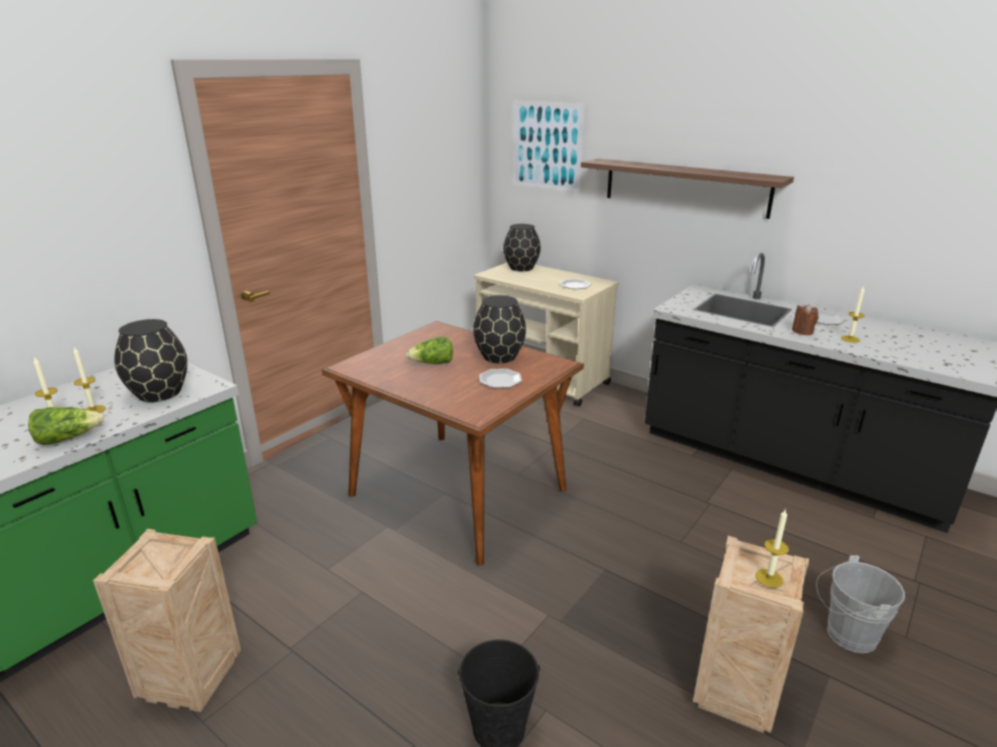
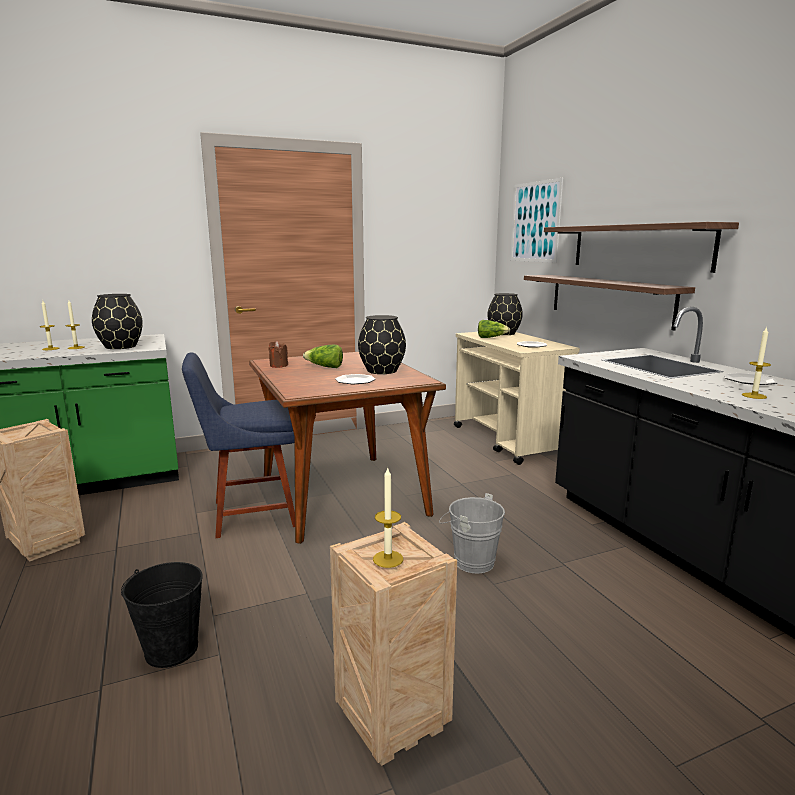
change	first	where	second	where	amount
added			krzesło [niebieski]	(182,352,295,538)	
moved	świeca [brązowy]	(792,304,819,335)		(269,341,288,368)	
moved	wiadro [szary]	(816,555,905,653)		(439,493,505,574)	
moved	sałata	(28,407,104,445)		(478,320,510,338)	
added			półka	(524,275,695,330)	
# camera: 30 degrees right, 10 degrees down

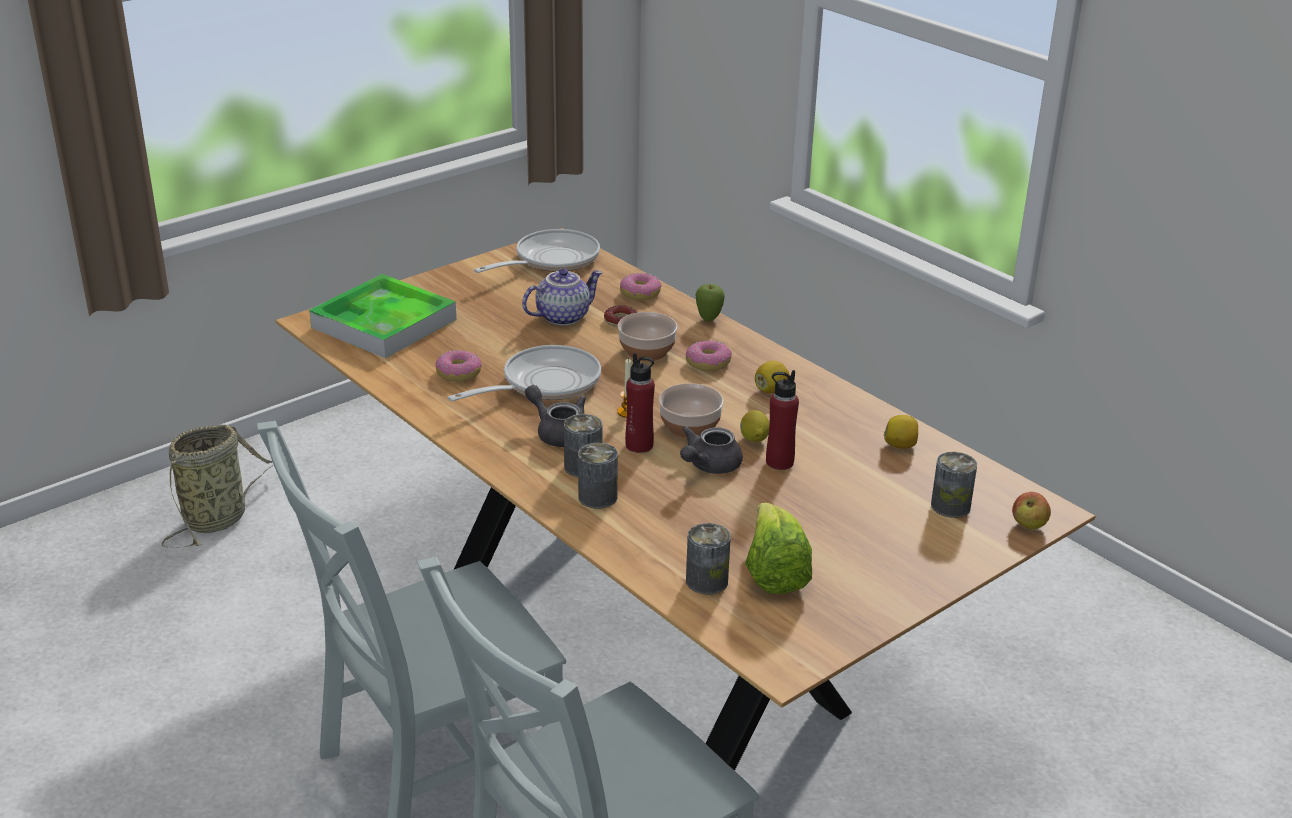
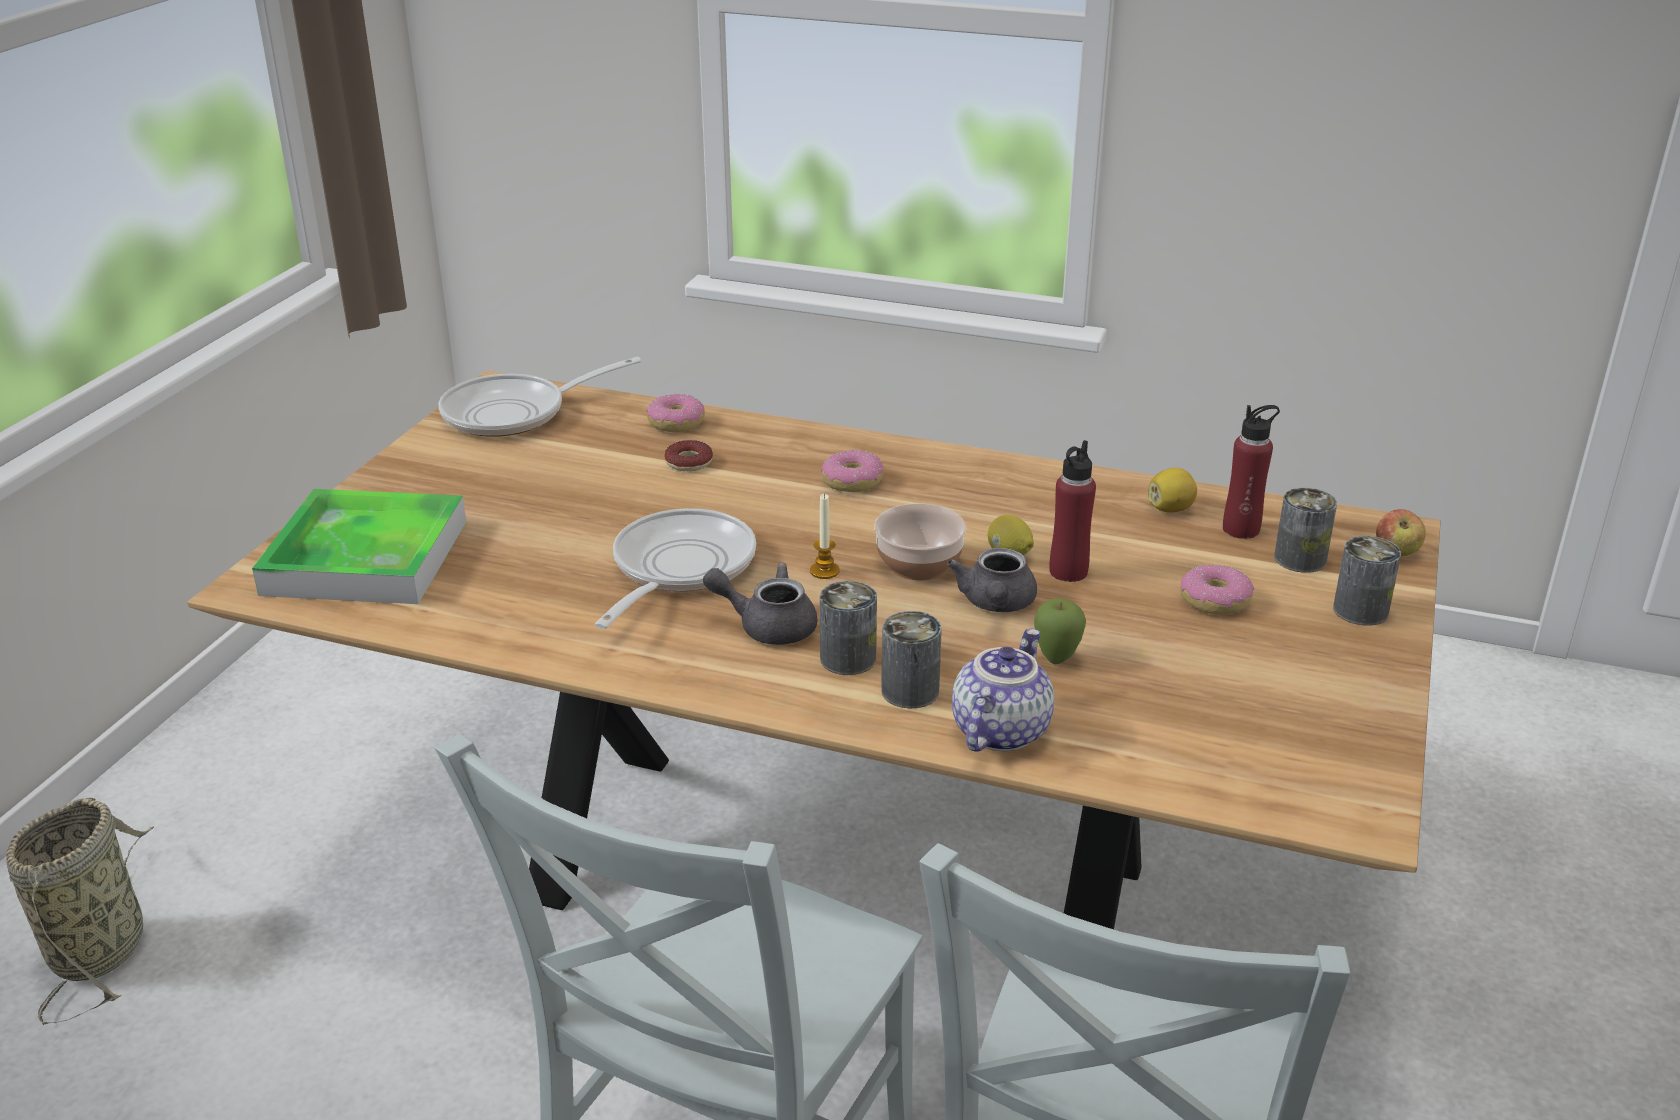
change	first	where	second	where	amount
turned	patelnia	(474,229,600,273)		(439,357,641,437)	135 degrees counterclockwise
moved	imbryk	(522,268,603,326)		(952,629,1054,752)	
moved	jabłko	(695,284,725,322)		(1034,598,1086,664)	
moved	donut	(436,350,482,382)		(1180,565,1254,614)	
moved	butelka [czerwony]	(625,353,655,453)		(1223,405,1280,539)	
moved	puszka	(686,523,731,595)		(1333,536,1401,626)	
removed	miska	(618,312,678,361)			
removed	sałata	(745,503,812,594)			
removed	cytryna	(755,360,789,393)			
# camera: 30 degrees left, 0 degrees up

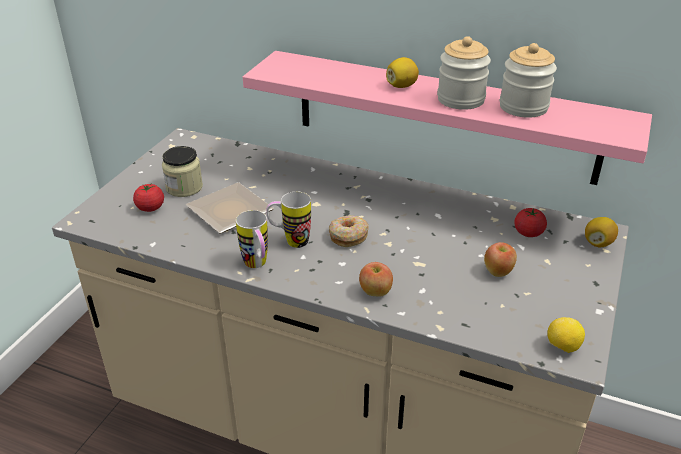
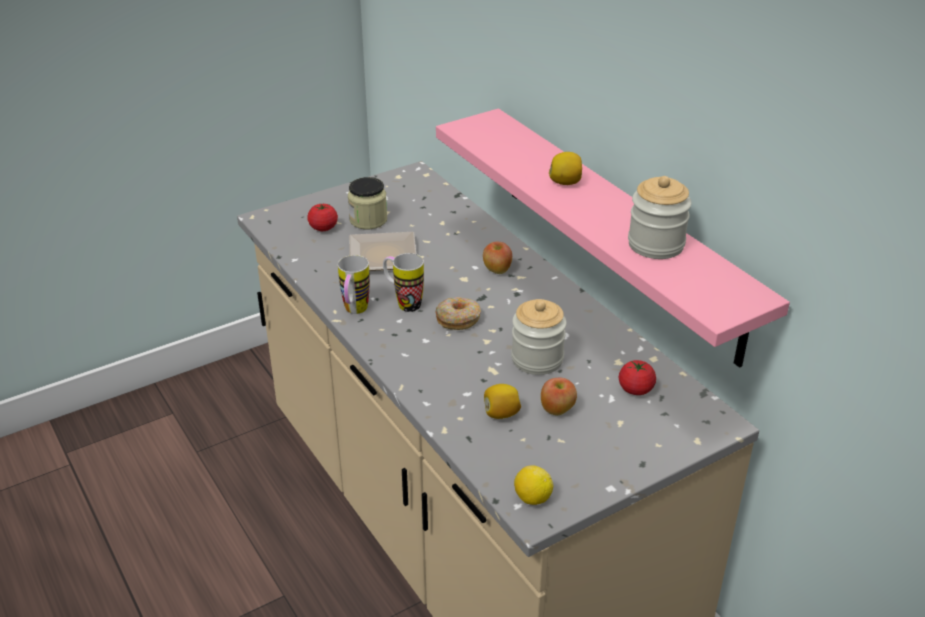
change	first	where	second	where	amount
moved	jabłko	(359,262,393,296)		(483,242,512,274)	
moved	cytryna	(585,217,618,247)		(484,384,521,419)	
moved	słoik	(437,36,491,110)		(511,299,567,375)	
# camera: 35 degrees right, 0 degrees up

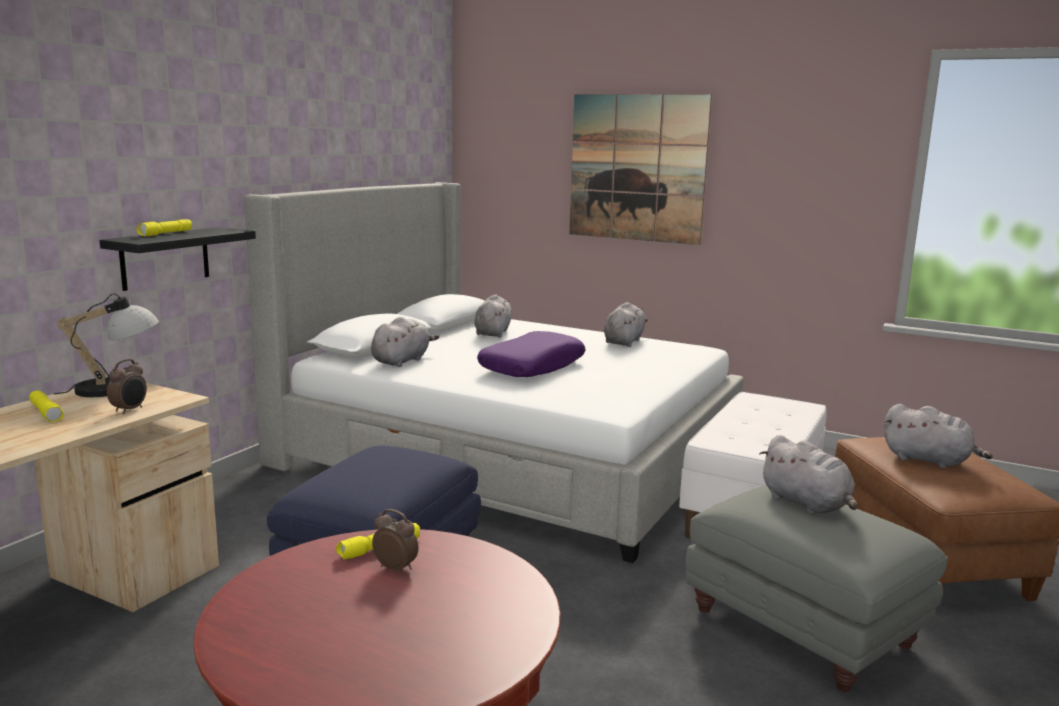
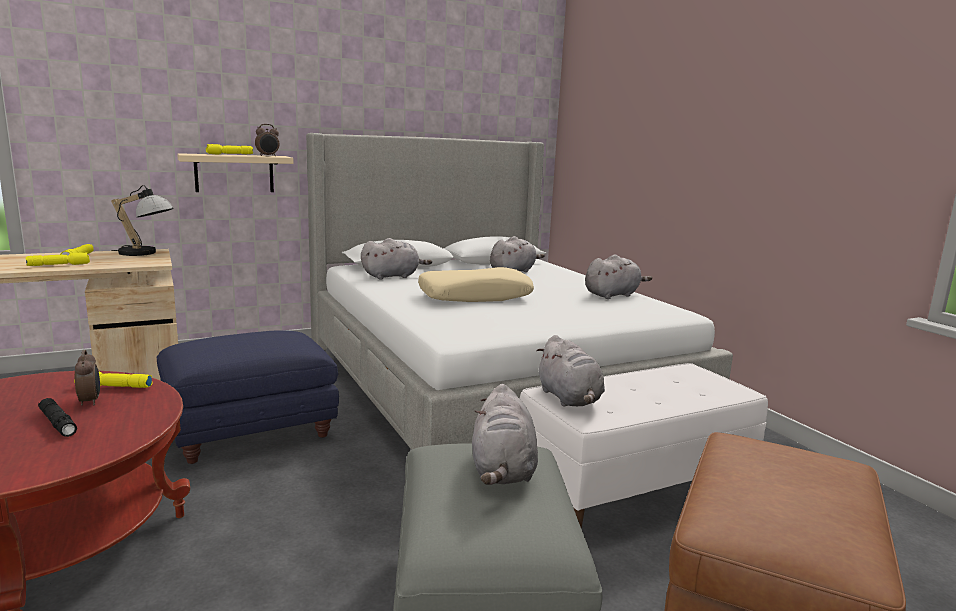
change	first	where	second	where	amount
added			latarka [żółty]	(26,252,90,266)	
added			latarka [czarny]	(38,398,77,437)	
recoloured	półka [czarny]	(99,227,256,291)	półka [beżowy]	(177,153,294,192)	
moved	budzik	(107,359,147,414)		(255,124,279,157)	
recoloured	poduszka [fioletowy]	(477,331,585,377)	poduszka [beżowy]	(418,267,534,302)	
moved	pluszak [szary]	(884,404,993,468)		(536,335,605,407)	
removed	obraz	(569,94,712,245)			
# camera: 35 degrees right, 0 degrees up

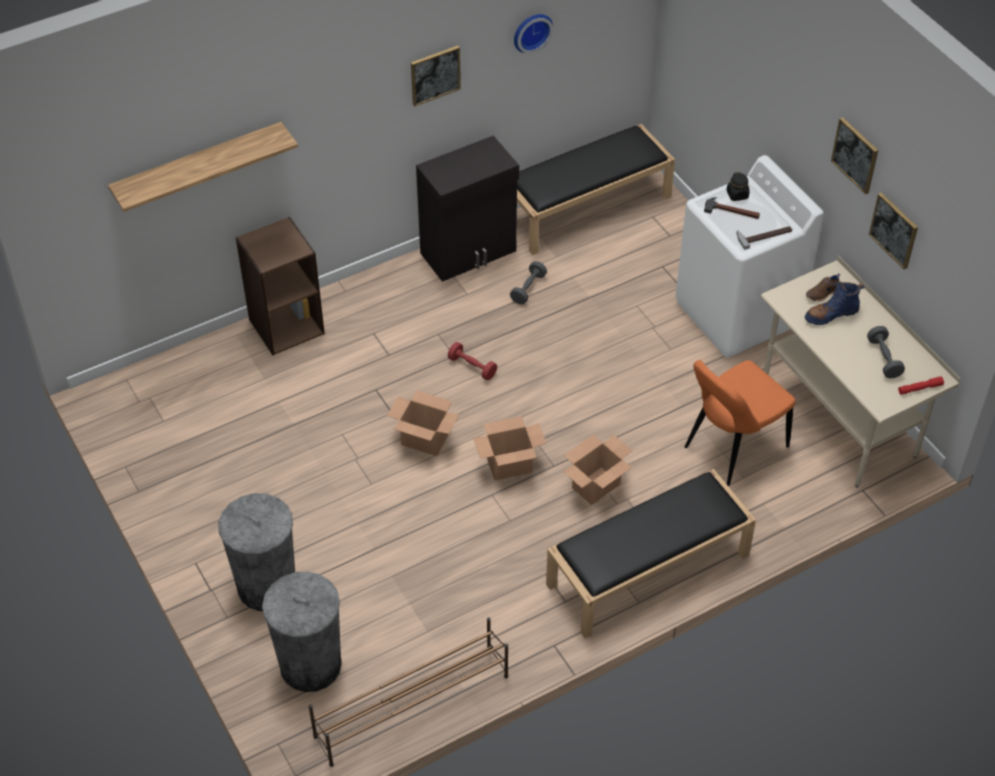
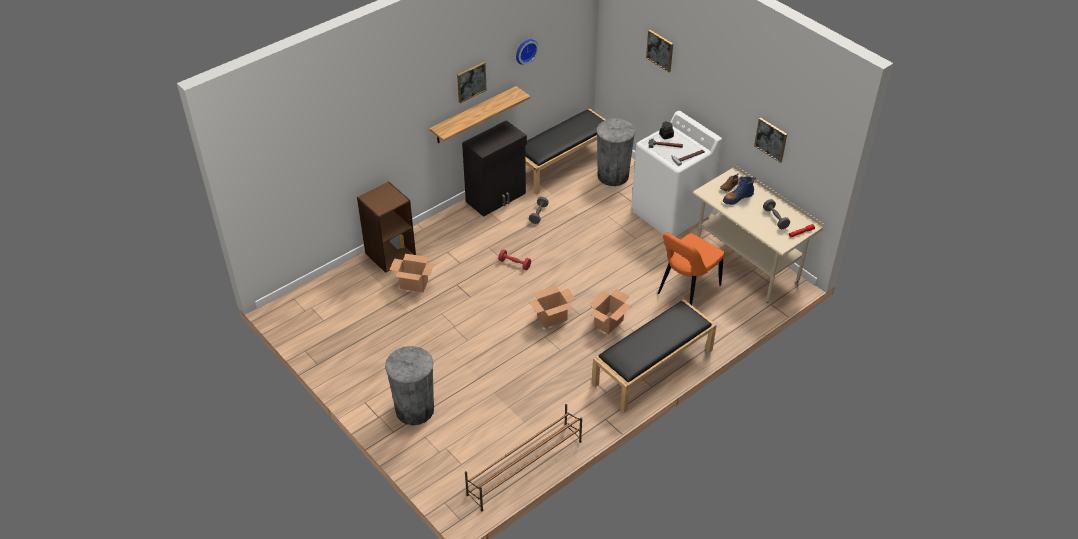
change	first	where	second	where	amount
moved	karton	(387,390,459,456)		(390,254,435,292)	
moved	półka	(108,122,298,212)		(429,86,530,143)	
moved	kosz na śmieci [szary]	(262,572,342,692)		(596,118,635,186)	
moved	obraz	(831,117,878,194)		(646,30,673,72)	
# camera: 10 degrees left, 5 degrees down

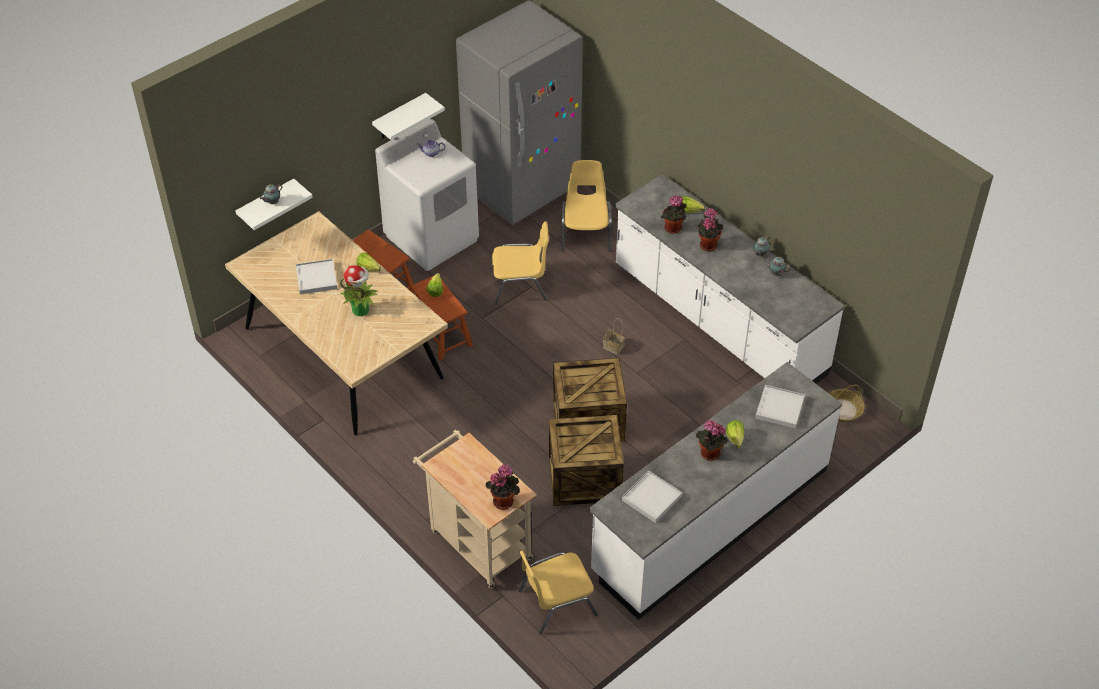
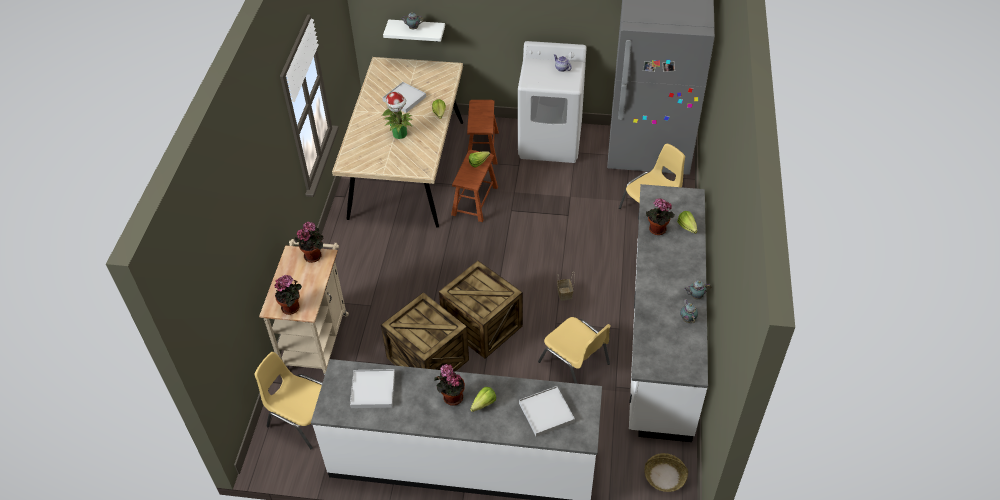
change	first	where	second	where	amount
moved	roślina doniczkowa	(698,208,723,251)		(295,221,324,263)	
moved	krzesło [żółty]	(492,221,549,304)		(538,317,610,384)	
removed	półka [biały]	(372,93,445,140)			
# camera: 50 degrees right, 0 degrees up

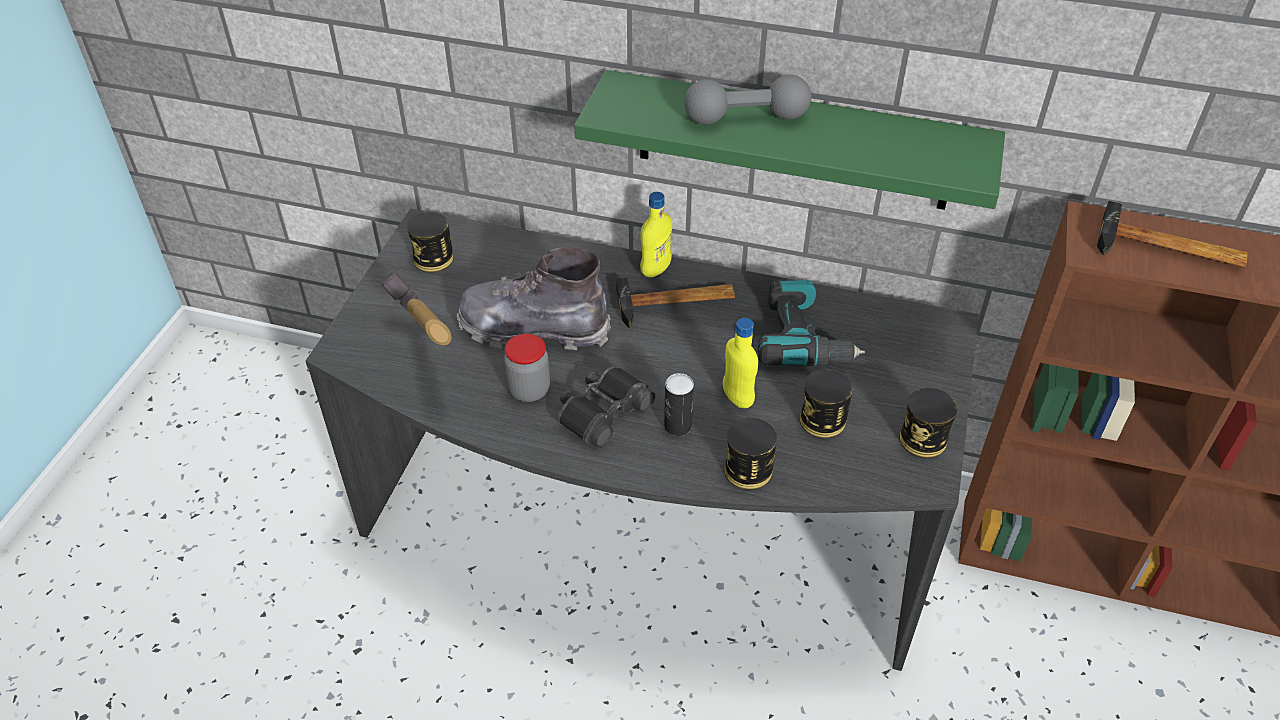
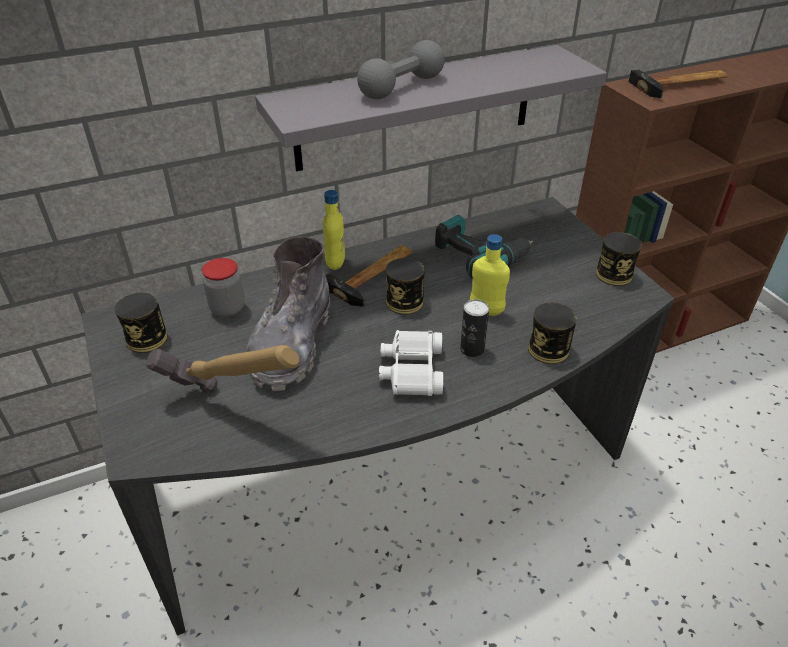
change	first	where	second	where	amount
moved	słoik	(504,334,550,402)		(202,258,245,317)	
turned	but z cholewką [szary]	(457,247,611,350)		(247,236,330,391)	45 degrees counterclockwise
recoloured	półka [zielony]	(574,70,1005,210)	półka [szary]	(255,45,607,171)	
recoloured	lornetka [czarny]	(557,366,655,448)	lornetka [biały]	(379,330,443,396)	
moved	puszka	(799,369,853,438)		(386,258,425,315)	
# camera: 40 degrees left, 5 degrees down

